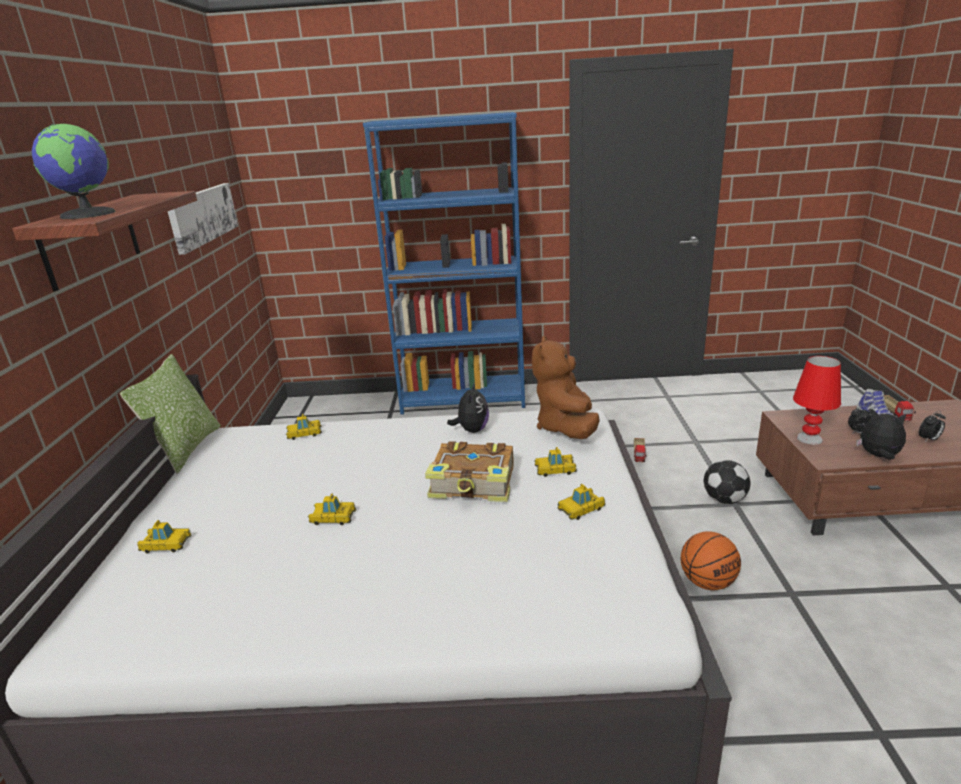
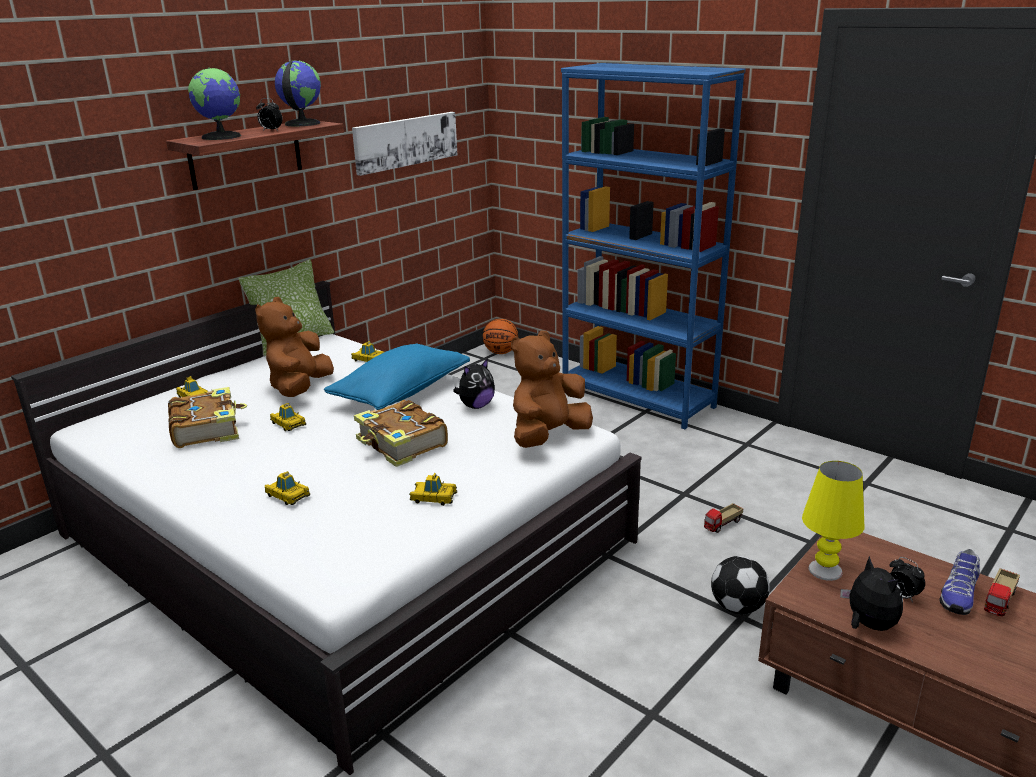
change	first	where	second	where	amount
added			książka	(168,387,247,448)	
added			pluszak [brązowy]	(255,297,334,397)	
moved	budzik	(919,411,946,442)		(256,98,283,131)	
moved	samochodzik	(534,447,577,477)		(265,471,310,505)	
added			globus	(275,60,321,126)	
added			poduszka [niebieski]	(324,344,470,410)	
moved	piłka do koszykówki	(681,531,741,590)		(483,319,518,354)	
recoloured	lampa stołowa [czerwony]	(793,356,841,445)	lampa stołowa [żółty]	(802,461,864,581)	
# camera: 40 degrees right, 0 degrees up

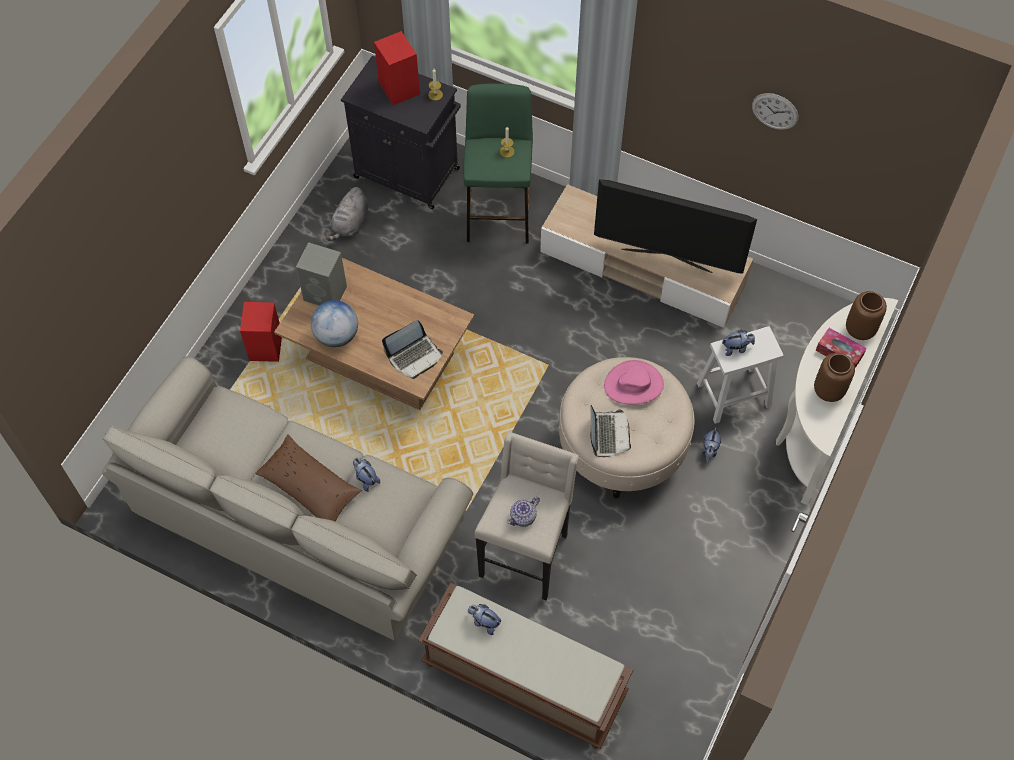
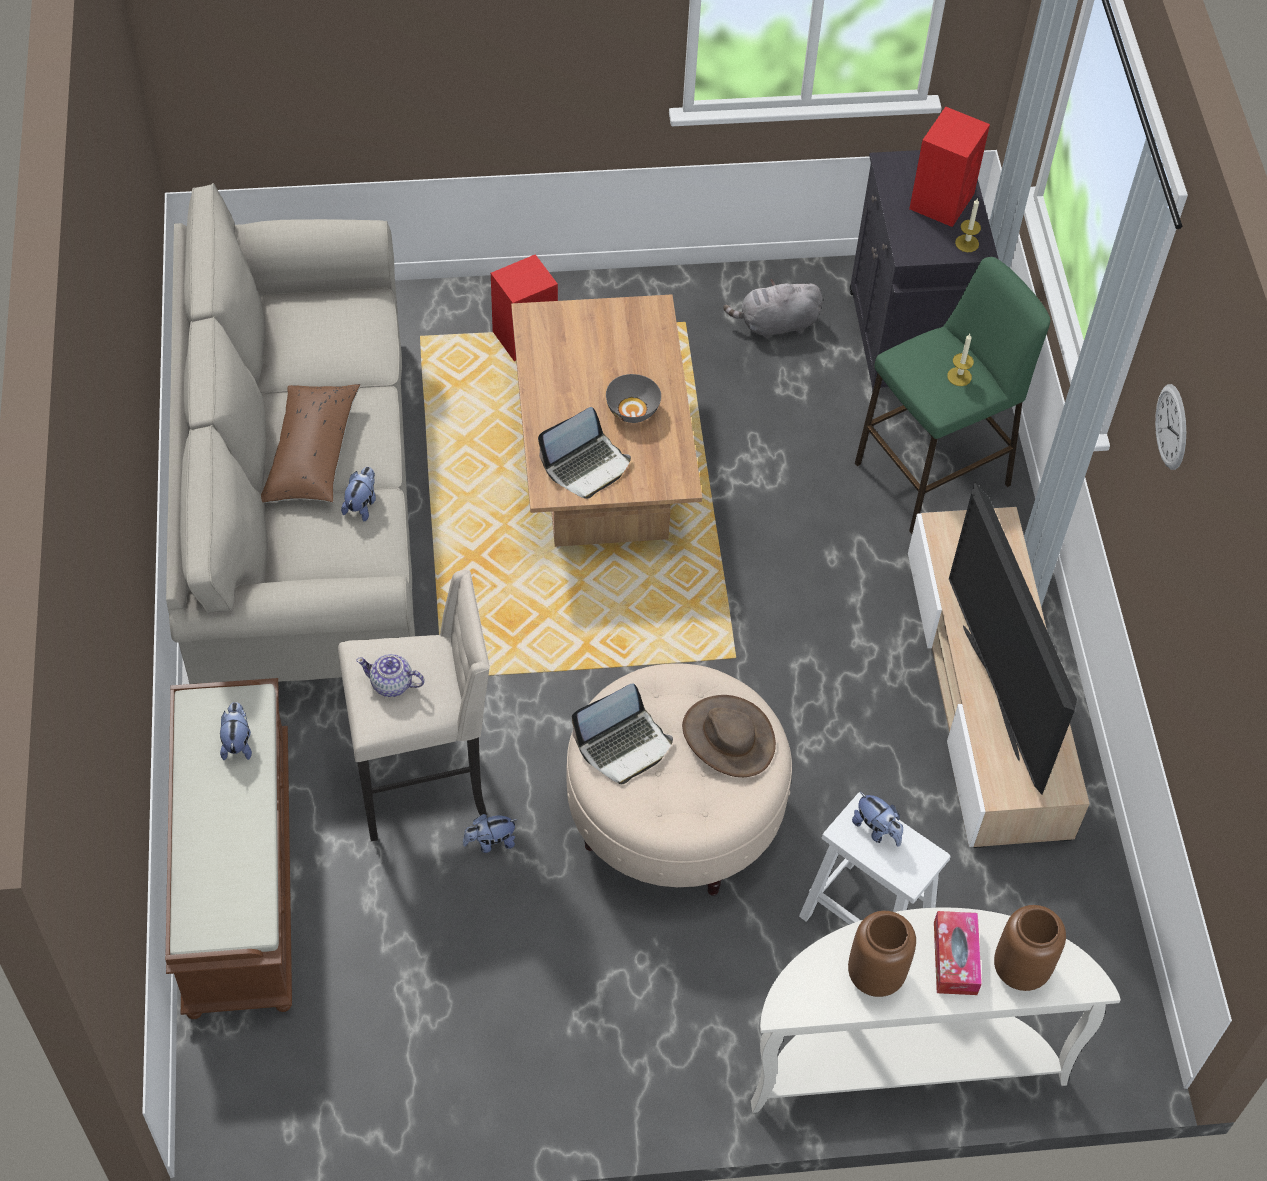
change	first	where	second	where	amount
moved	pluszak	(702,427,721,463)		(463,814,518,853)	
turned	laptop	(382,320,443,379)		(538,407,631,499)	60 degrees counterclockwise
added			miska [szary]	(606,374,661,423)	
recoloured	kapelusz [różowy]	(604,360,664,404)	kapelusz [brązowy]	(682,695,776,777)	
moved	zegar ścienny	(752,93,799,130)		(1155,384,1186,470)	
removed	głośnik [szary]	(296,242,347,306)			
removed	globus	(311,300,358,347)			
# camera: 55 degrees right, 5 degrees down

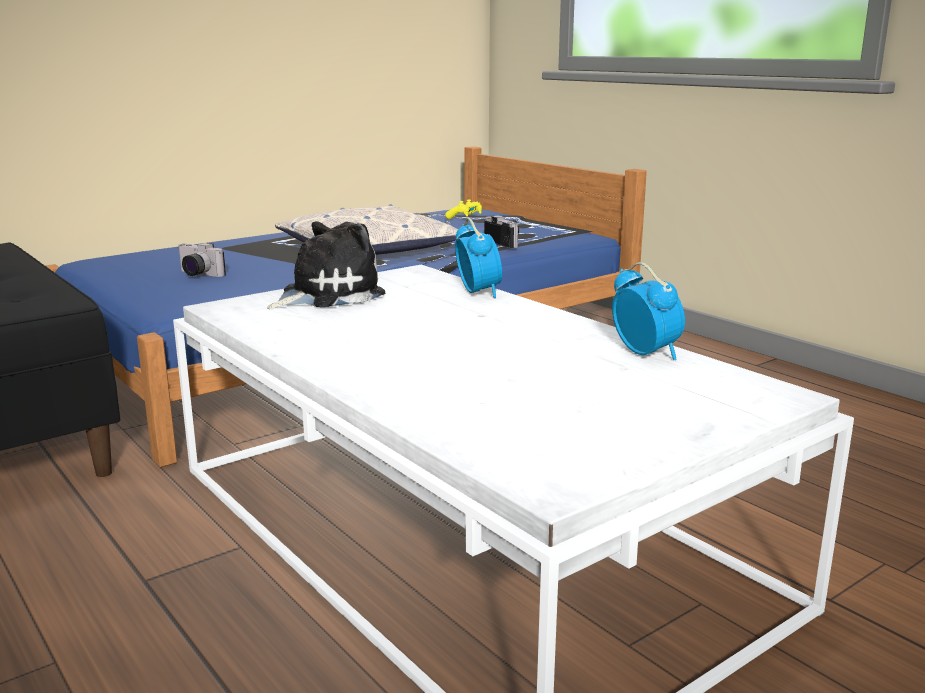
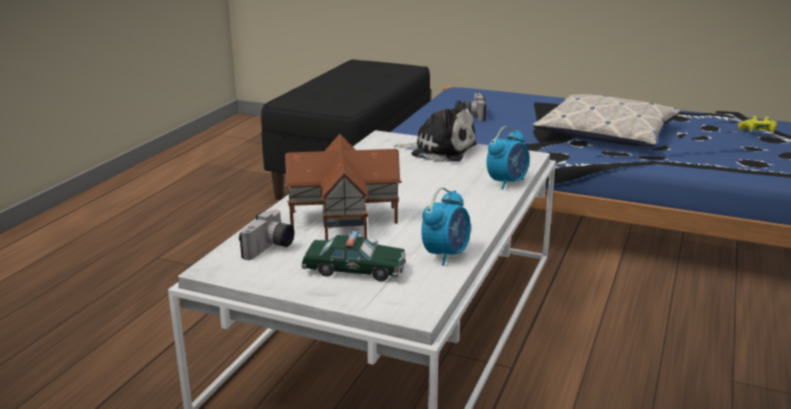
change	first	where	second	where	amount
moved	aparat fotograficzny	(484,215,519,248)		(239,209,295,260)	
added			domek	(285,134,402,240)	
added			samochodzik	(301,231,406,281)	
# camera: 60 degrees right, 5 degrees up

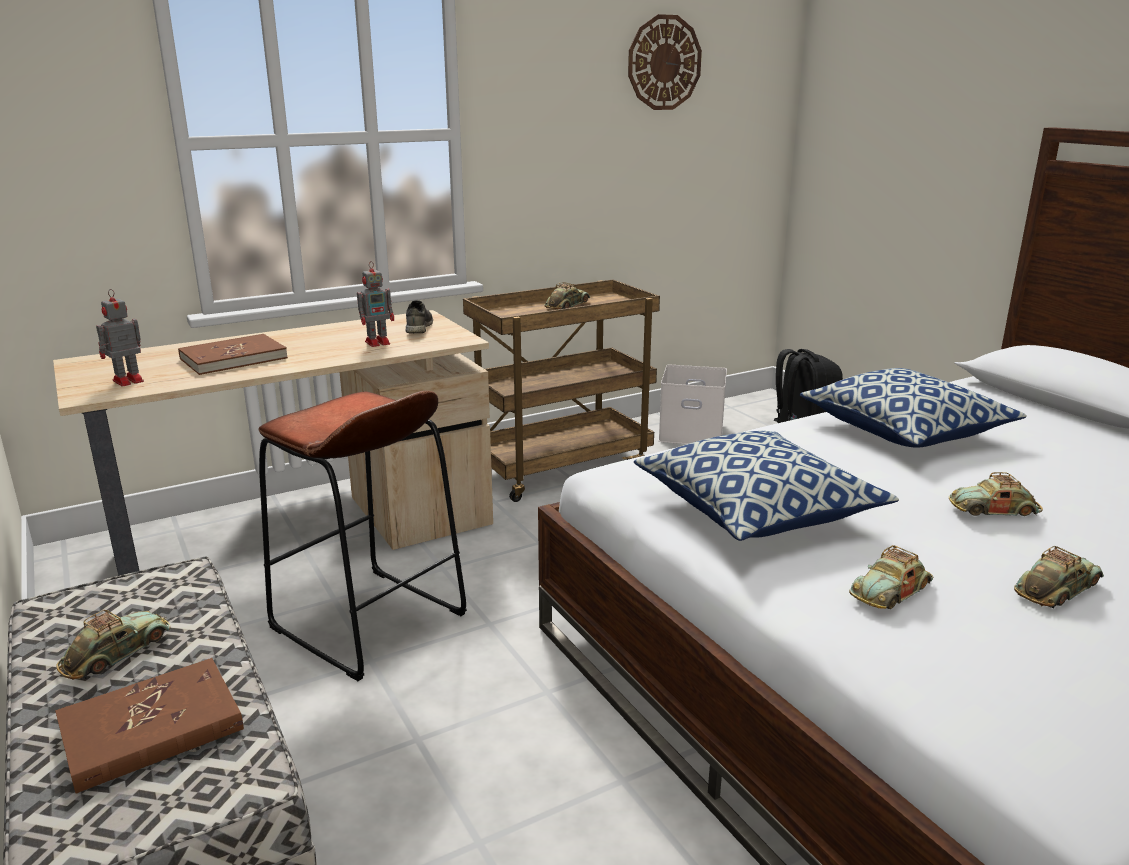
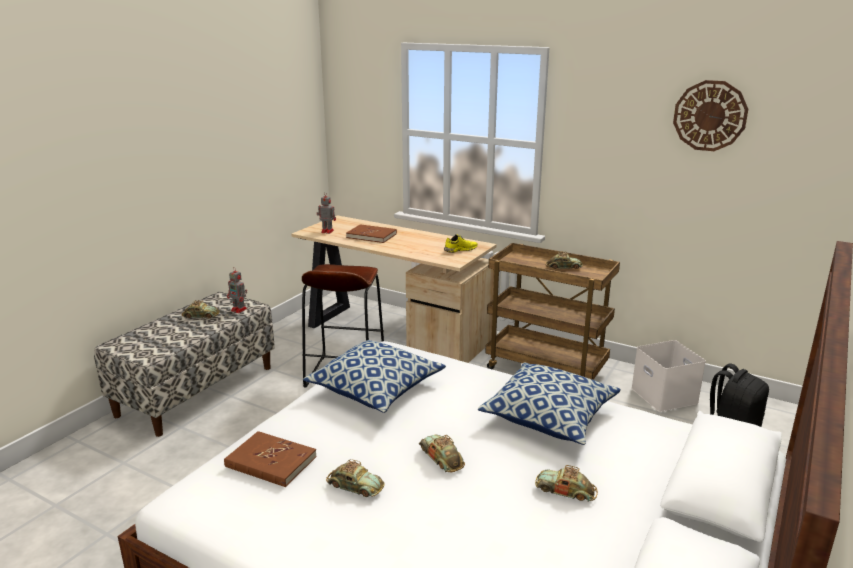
change	first	where	second	where	amount
moved	książka [brązowy]	(55,658,244,793)		(224,431,317,487)	
moved	robot zabawkowy	(357,261,394,347)		(227,268,247,313)	
recoloured	but [szary]	(406,300,433,333)	but [żółty]	(444,234,478,253)	
moved	samochodzik	(849,545,933,609)		(535,465,598,502)	
# camera: 60 degrees right, 0 degrees up

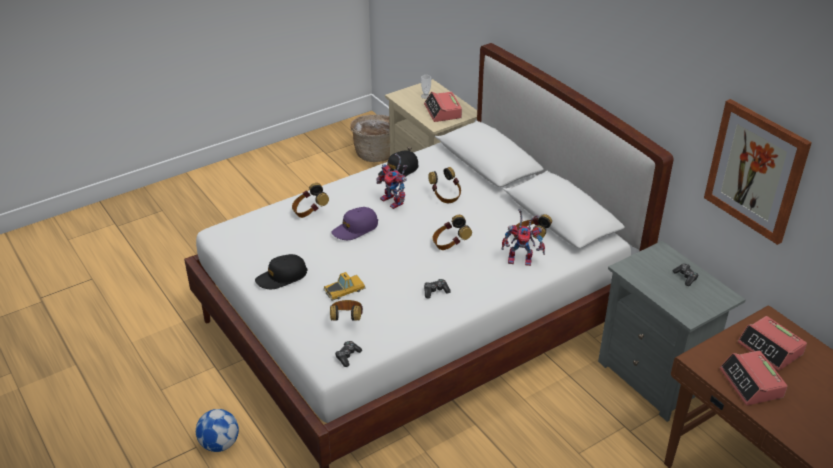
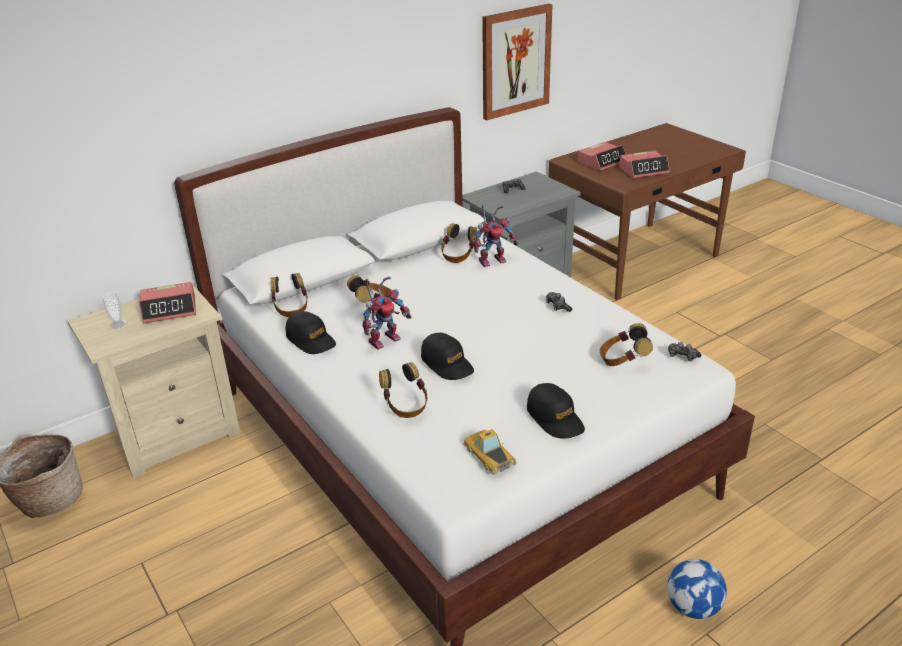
change	first	where	second	where	amount
moved	słuchawki	(432,215,472,250)		(270,273,308,317)	
recoloured	czapka z daszkiem [fioletowy]	(331,207,378,240)	czapka z daszkiem [czarny]	(421,333,474,380)	
moved	samochodzik	(323,272,365,301)		(463,429,517,474)	
turned	robot zabawkowy	(501,209,545,266)		(474,204,518,267)	60 degrees clockwise
# camera: 90 degrees left, 5 degrees down

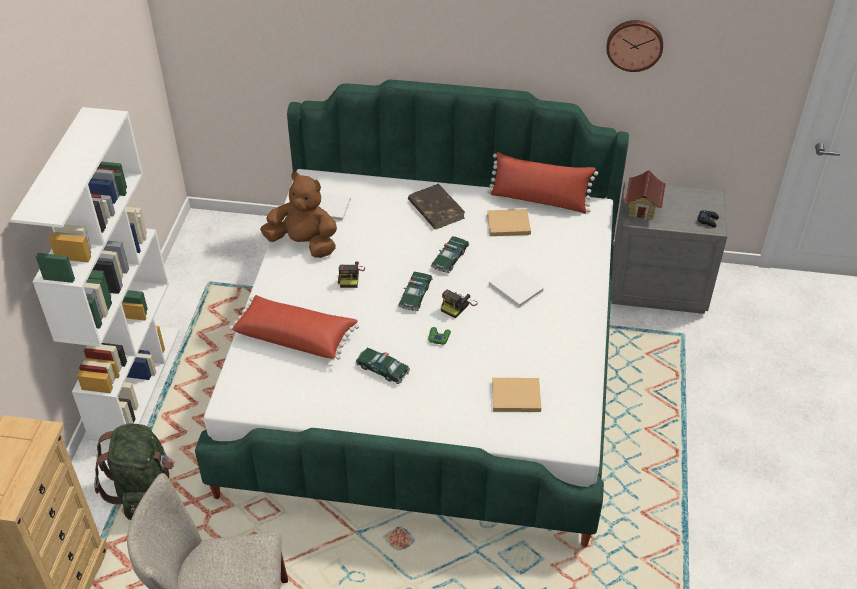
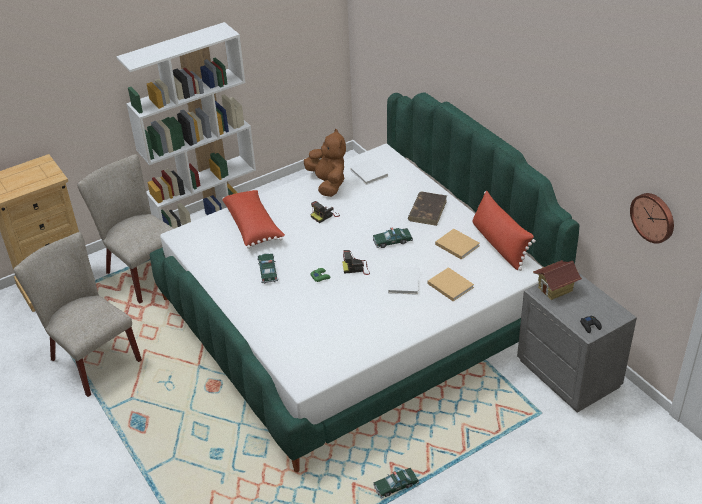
change	first	where	second	where	amount
replaced	plecak [zielony]	(94,424,174,520)	krzesło [beżowy]	(77,154,174,303)	
moved	samochodzik	(398,272,433,311)		(373,468,419,498)	
moved	książka [beżowy]	(492,378,541,412)		(428,267,474,301)	
moved	zegar ścienny	(606,20,663,72)		(630,193,674,244)	
# camera: 50 degrees right, 5 degrees down

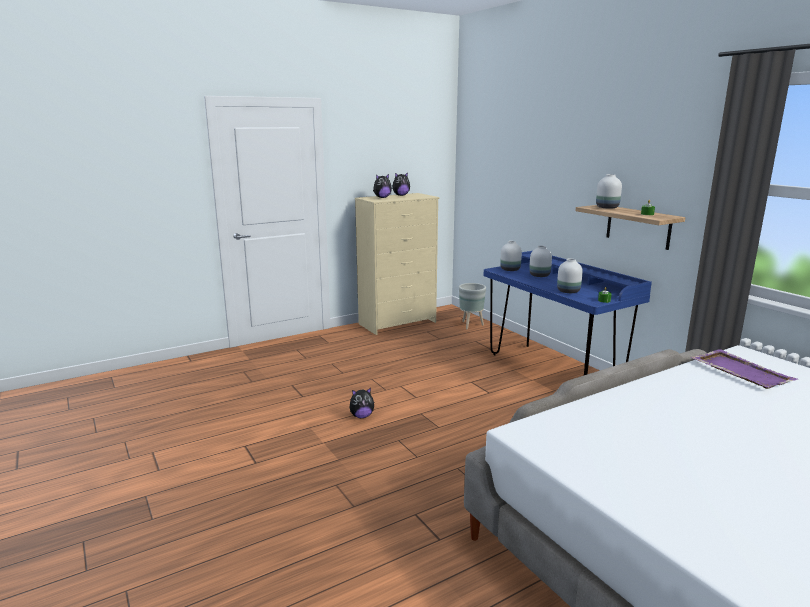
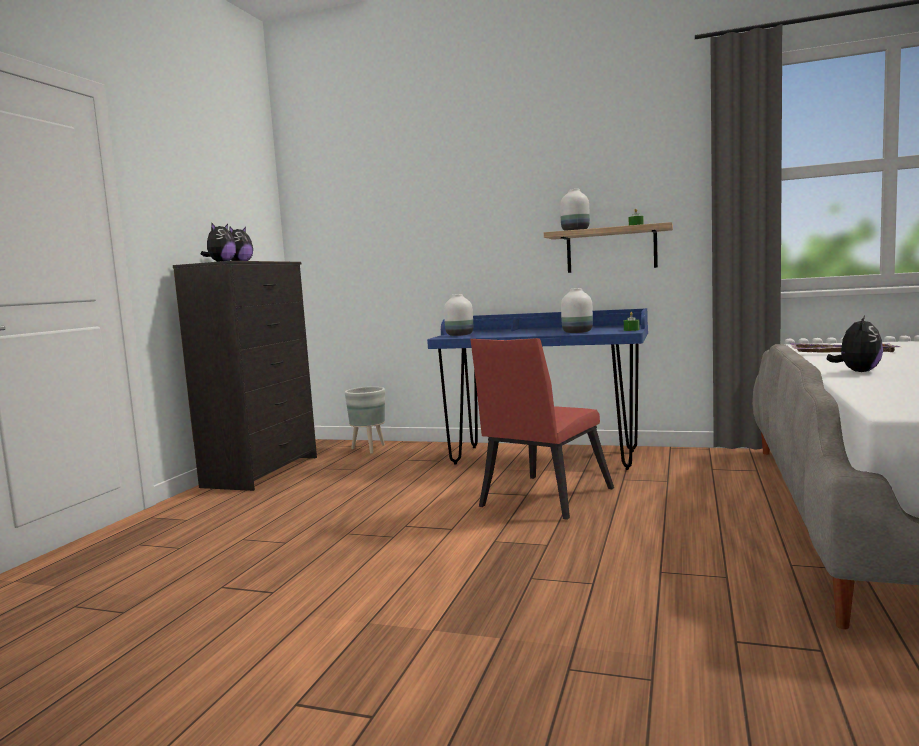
change	first	where	second	where	amount
recoloured	komoda [beżowy]	(355,193,439,335)	komoda [czarny]	(173,261,317,491)	
added			krzesło [czerwony]	(470,338,614,520)	
moved	pluszak	(349,388,374,418)		(827,316,883,372)	
removed	wazon [biały]	(529,246,552,277)			
# camera: 40 degrees left, 10 degrees down

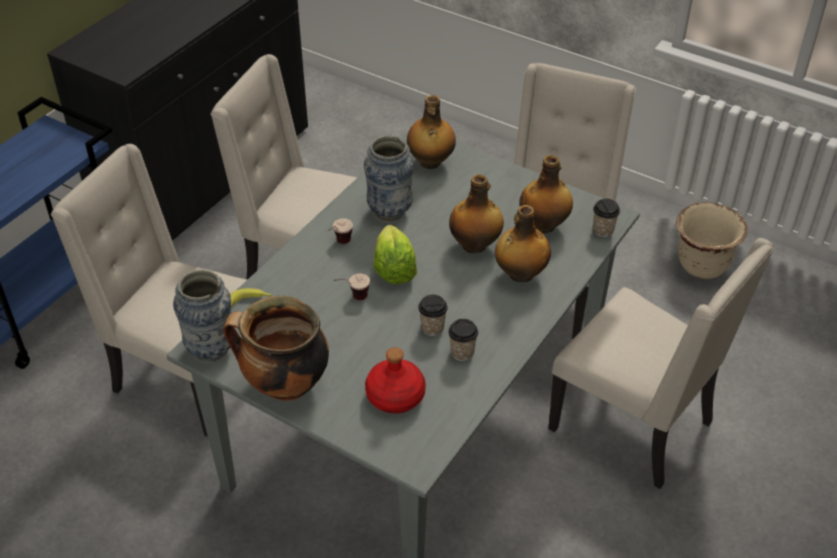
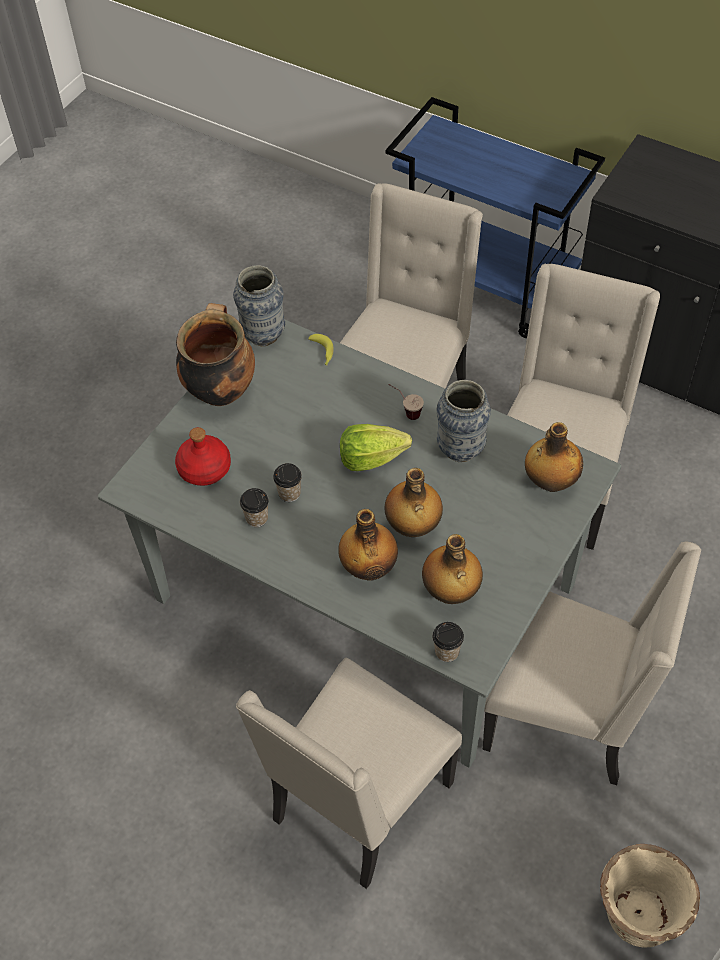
change	first	where	second	where	amount
removed	filiżanka	(333,273,370,300)			
# camera: 90 degrees right, 10 degrees up

